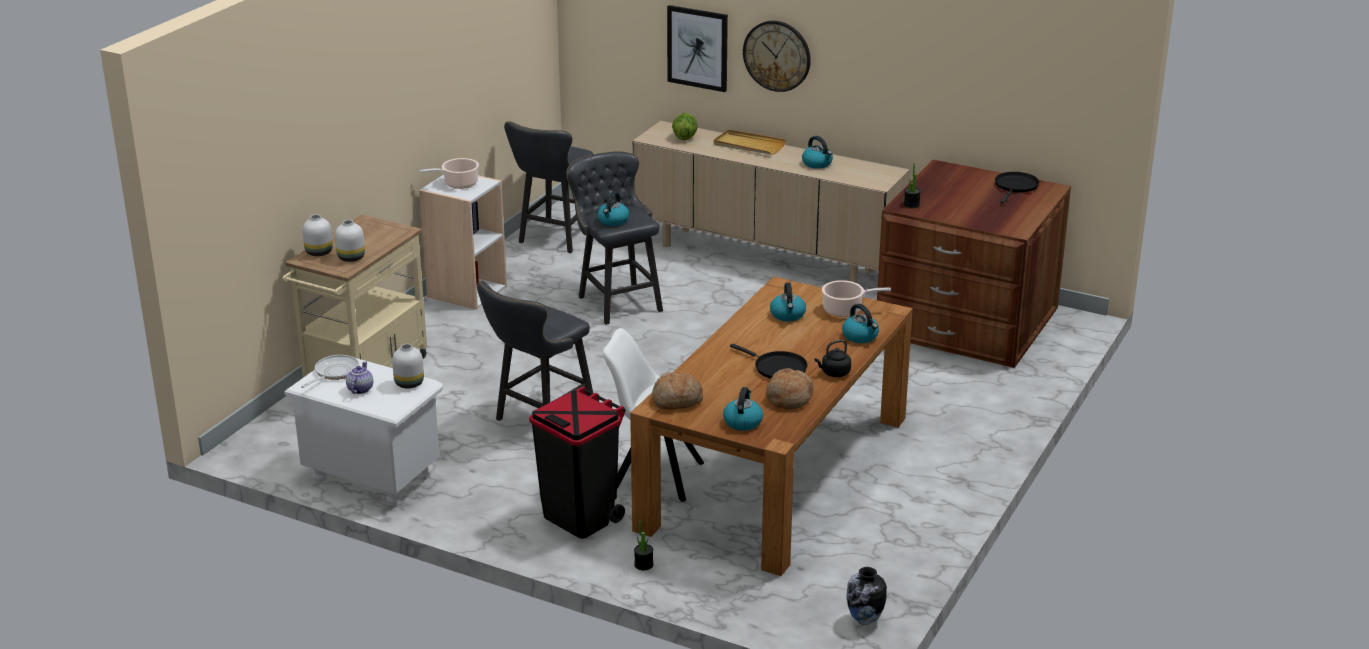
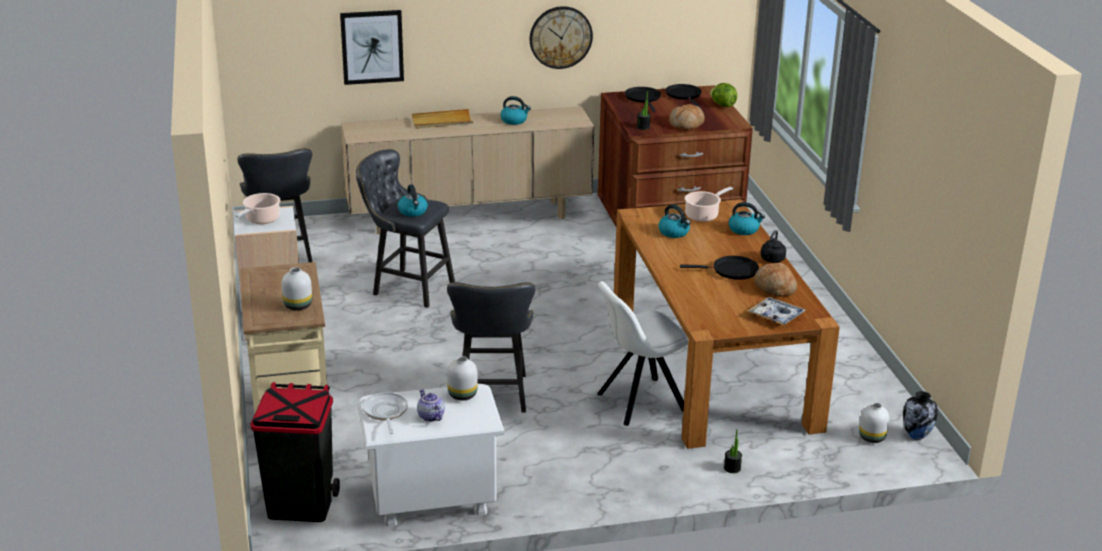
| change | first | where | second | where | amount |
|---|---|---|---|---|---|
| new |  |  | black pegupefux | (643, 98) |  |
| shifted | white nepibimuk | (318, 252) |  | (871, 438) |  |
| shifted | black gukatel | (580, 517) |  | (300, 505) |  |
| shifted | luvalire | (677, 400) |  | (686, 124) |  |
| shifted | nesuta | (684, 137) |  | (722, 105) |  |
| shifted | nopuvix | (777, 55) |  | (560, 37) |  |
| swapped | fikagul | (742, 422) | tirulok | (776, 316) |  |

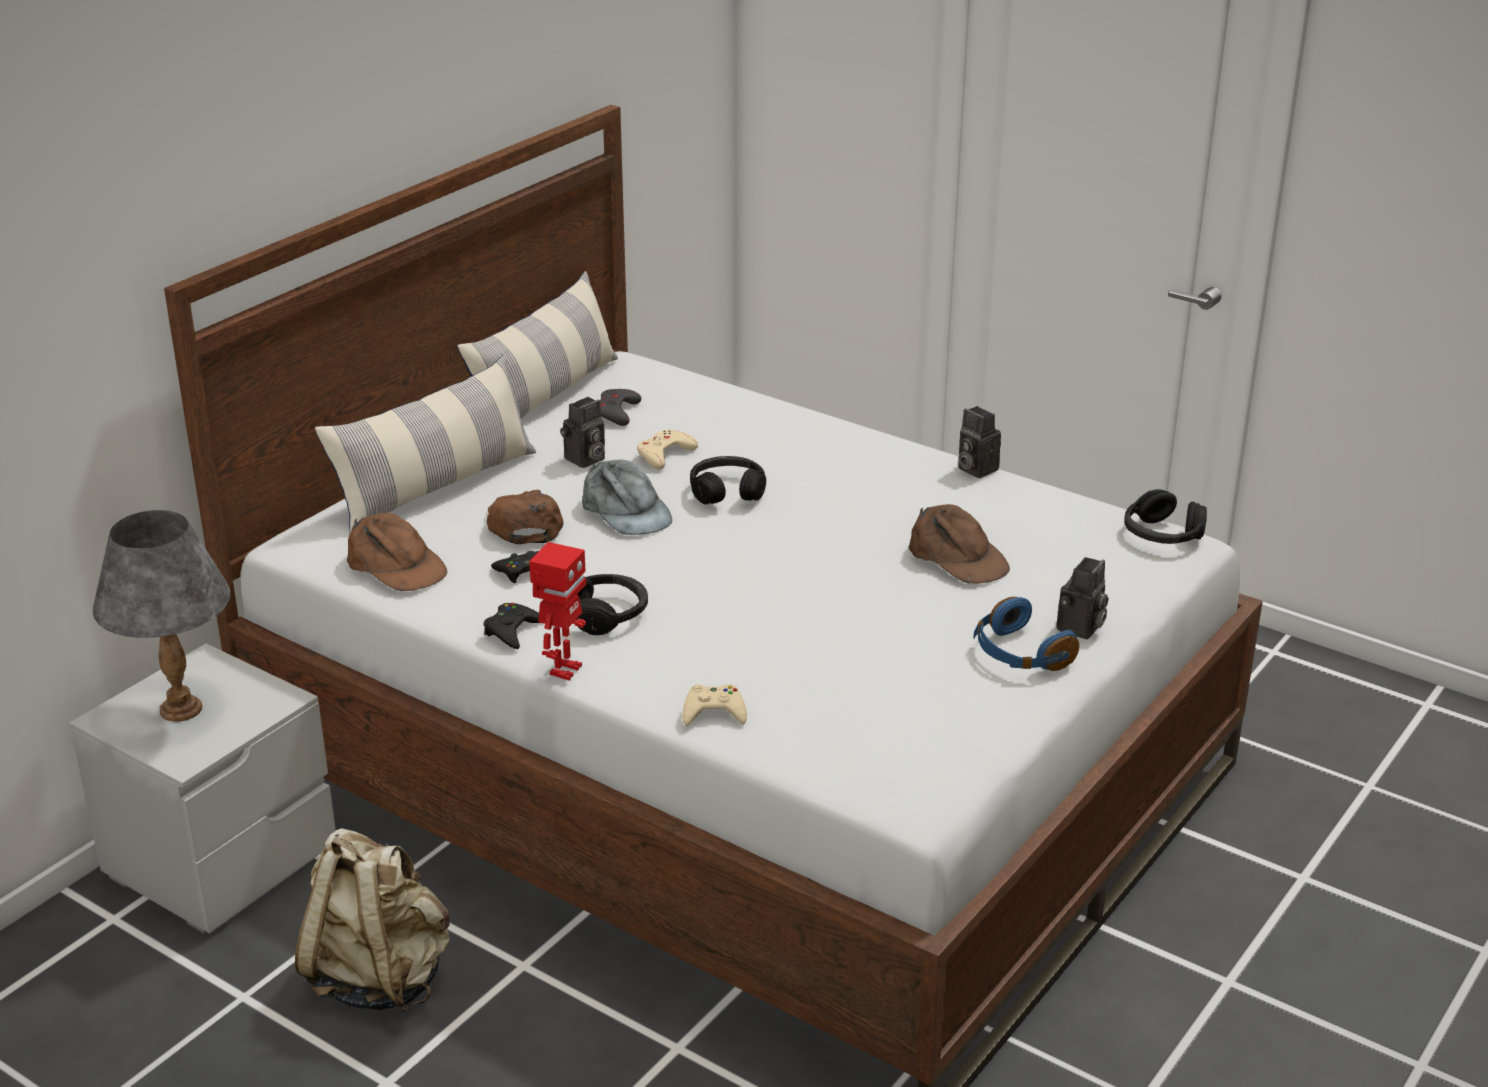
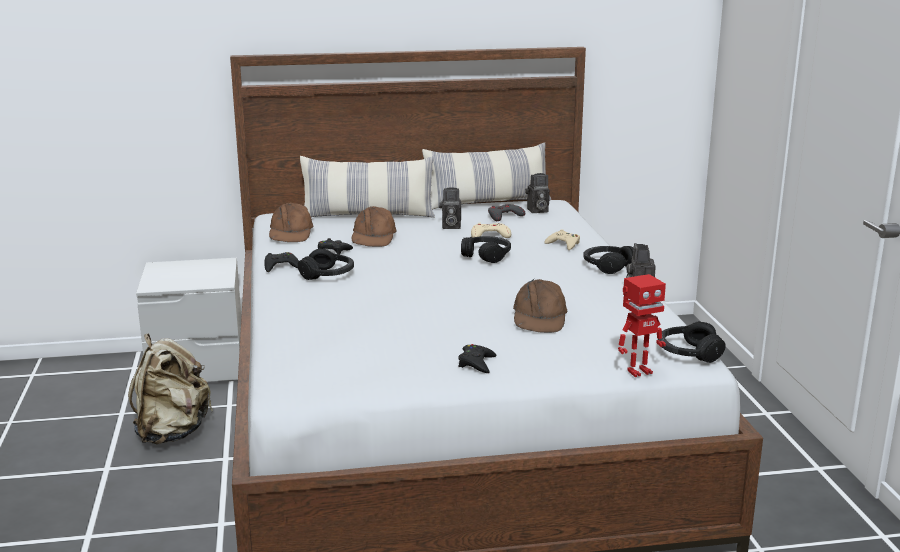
| change | first | where | second | where | amount |
|---|---|---|---|---|---|
| gone | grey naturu | (180, 709) |  |  |  |
| gone | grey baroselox | (625, 511) |  |  |  |
| new |  |  | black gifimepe | (608, 266) |  |
| shifted | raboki | (563, 670) |  | (638, 371) |  |
| shifted | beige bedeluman | (714, 712) |  | (563, 244) |  |
| shifted | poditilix | (1080, 629) |  | (537, 211) |  |
| swapped | blue gifimepe | (1019, 654) | black bedeluman | (476, 363) |  |
| rotated | brown baroselox | (524, 522) |  | (373, 237) | 150 degrees clockwise |

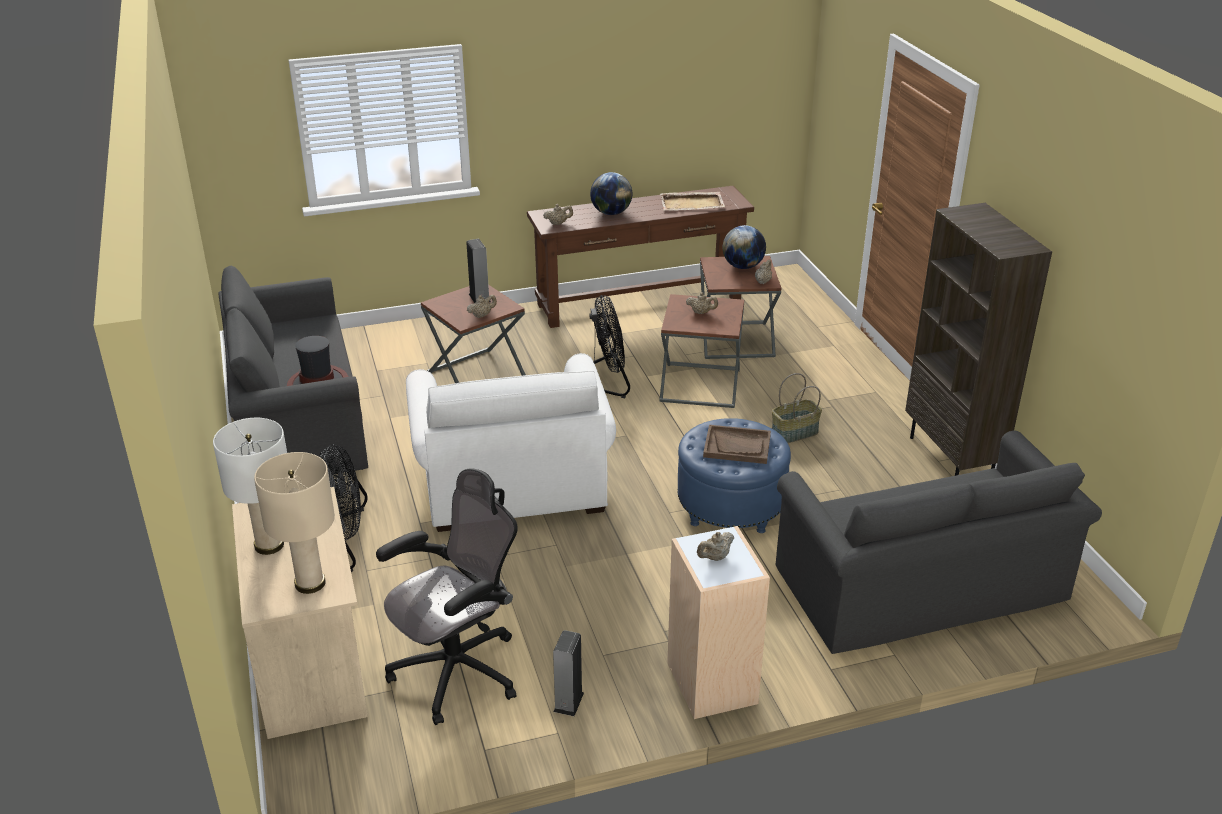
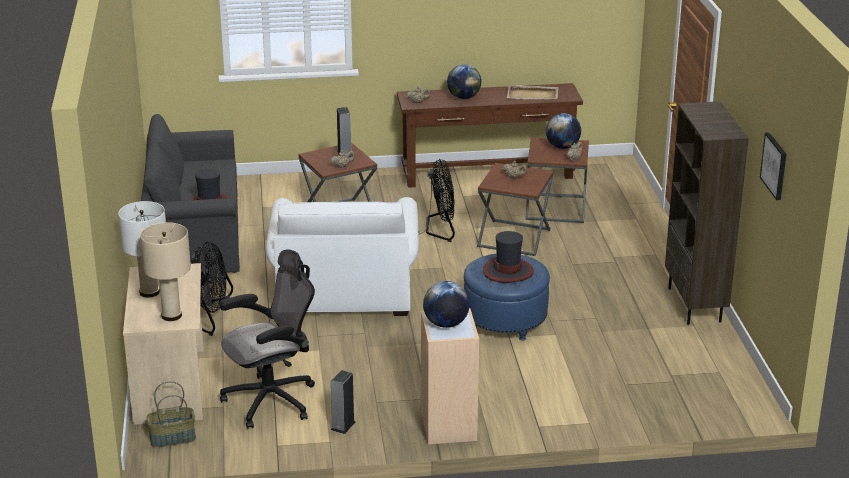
| change | first | where | second | where | amount |
|---|---|---|---|---|---|
| gone | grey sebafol | (920, 585) |  |  |  |
| new |  |  | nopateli | (775, 165) |  |
| shifted | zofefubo | (794, 434) |  | (172, 439) |  |
| swapped | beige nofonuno | (715, 557) | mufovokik | (446, 324) |  |
| swapped | brown tirulok | (737, 446) | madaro | (508, 271) |  |

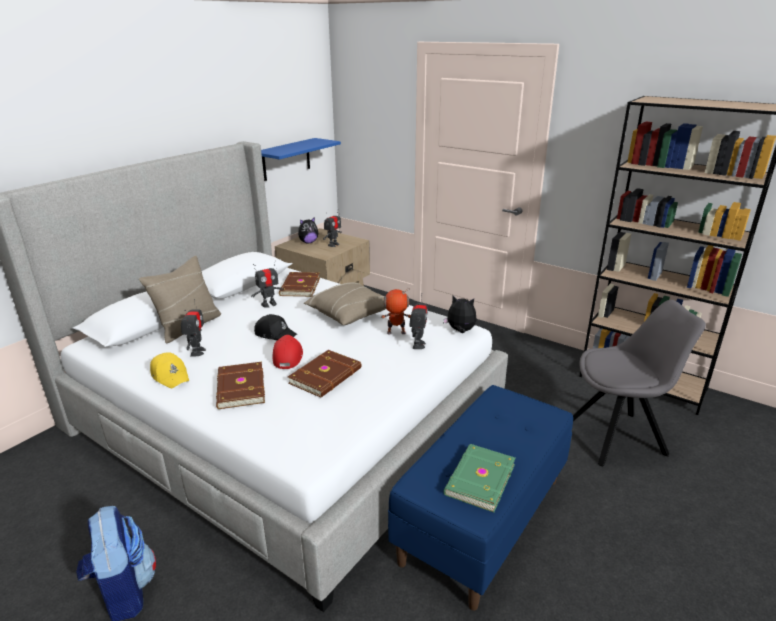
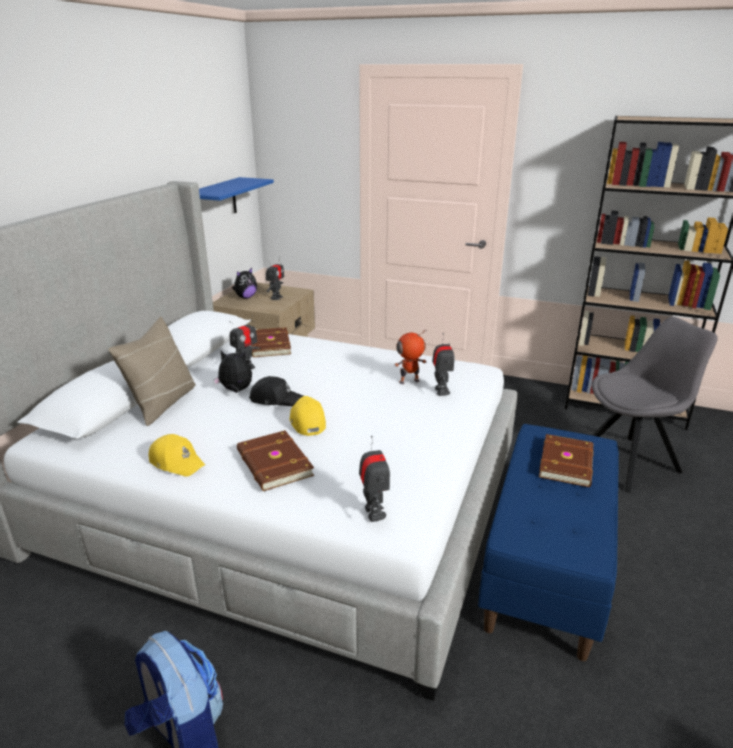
| change | first | where | second | where | amount |
|---|---|---|---|---|---|
| gone | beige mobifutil | (350, 314) |  |  |  |
| gone | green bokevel | (478, 479) |  |  |  |
| shifted | raboki | (197, 352) |  | (374, 512) |  |
| shifted | brown bokevel | (326, 376) |  | (567, 463) |  |
| shifted | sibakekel | (460, 331) |  | (236, 391) |  |
| repainted | red baroselox | (287, 356) | yellow baroselox | (307, 421) |  |

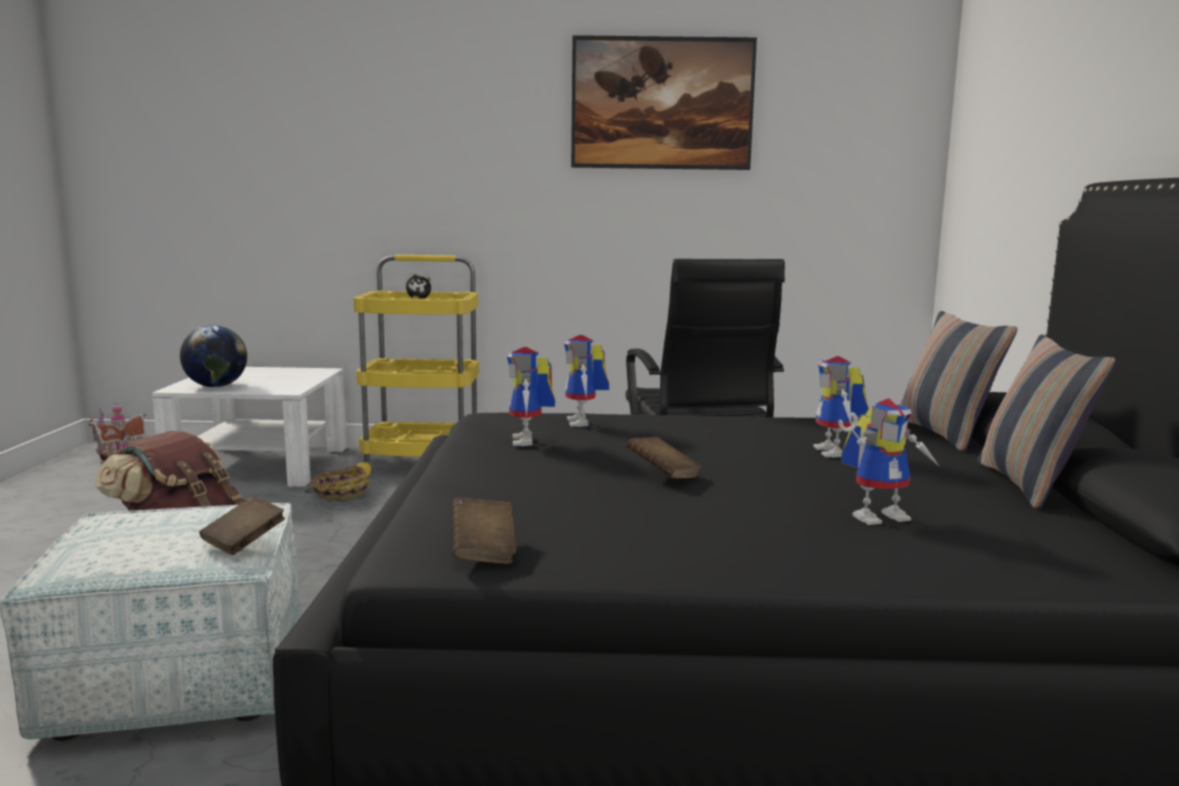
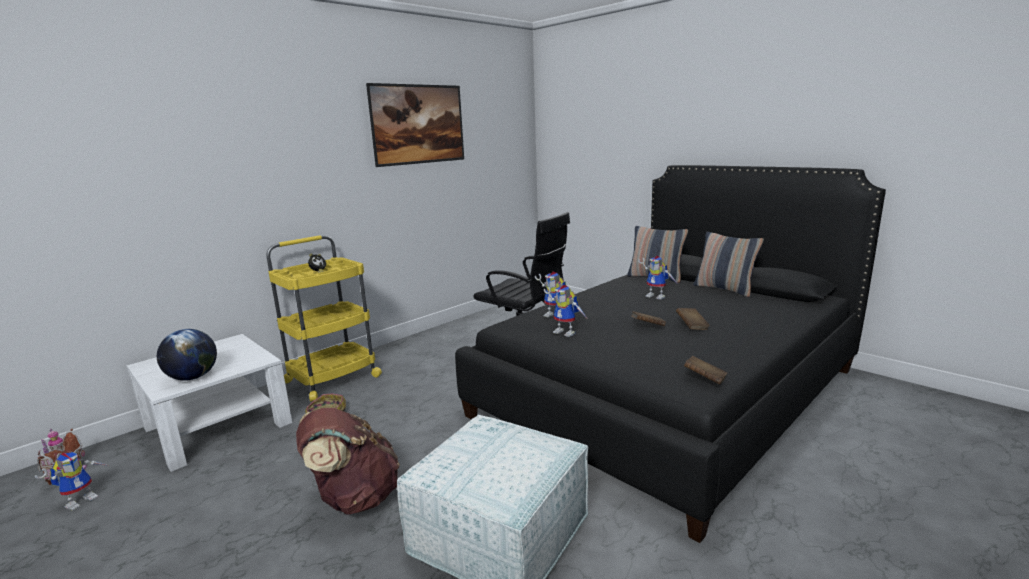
| change | first | where | second | where | amount |
|---|---|---|---|---|---|
| shifted | brown bokevel | (244, 542) |  | (692, 326) |  |
| shifted | raboki | (880, 515) |  | (82, 499) |  |

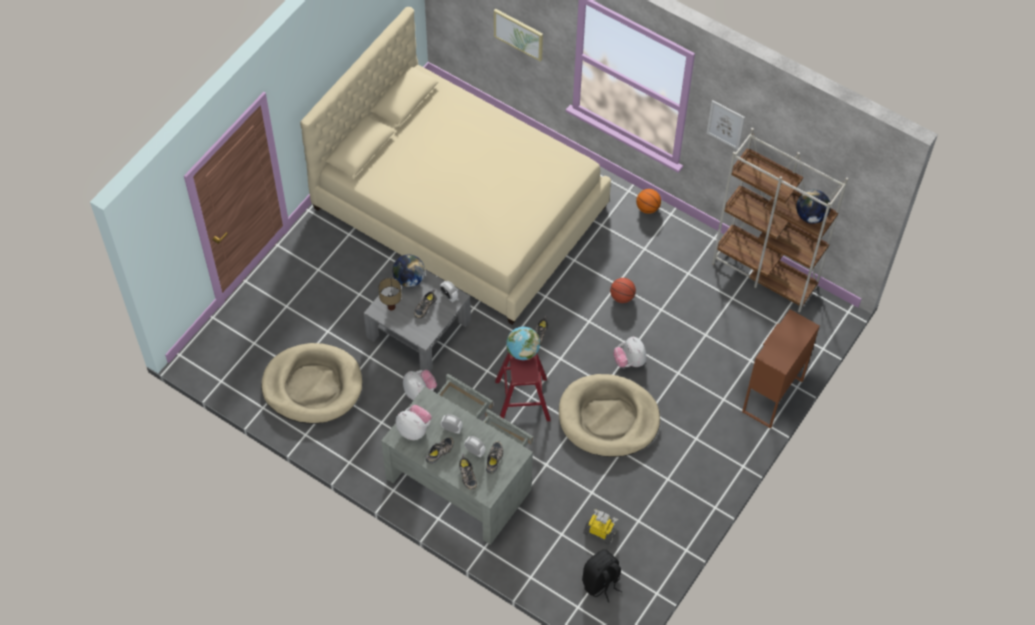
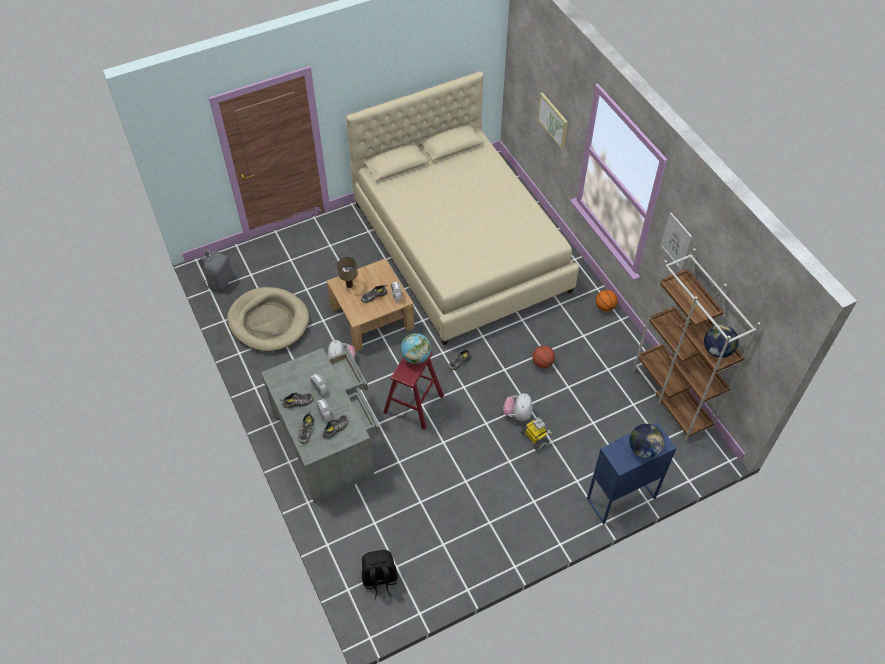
| change | first | where | second | where | amount |
|---|---|---|---|---|---|
| gone | sibakekel | (414, 429) |  |  |  |
| gone | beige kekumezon | (608, 418) |  |  |  |
| new |  |  | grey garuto | (219, 281) |  |
| shifted | mufovokik | (409, 279) |  | (643, 449) |  |
| shifted | raboki | (600, 532) |  | (535, 438) |  |
| repainted | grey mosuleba | (418, 329) | brown mosuleba | (372, 317) |  |
| repainted | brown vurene | (771, 396) | blue vurene | (619, 498) |  |

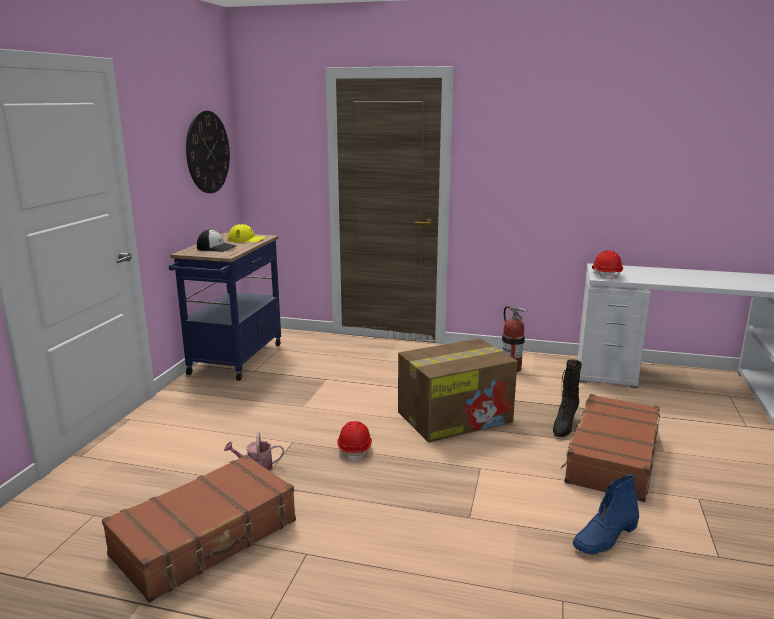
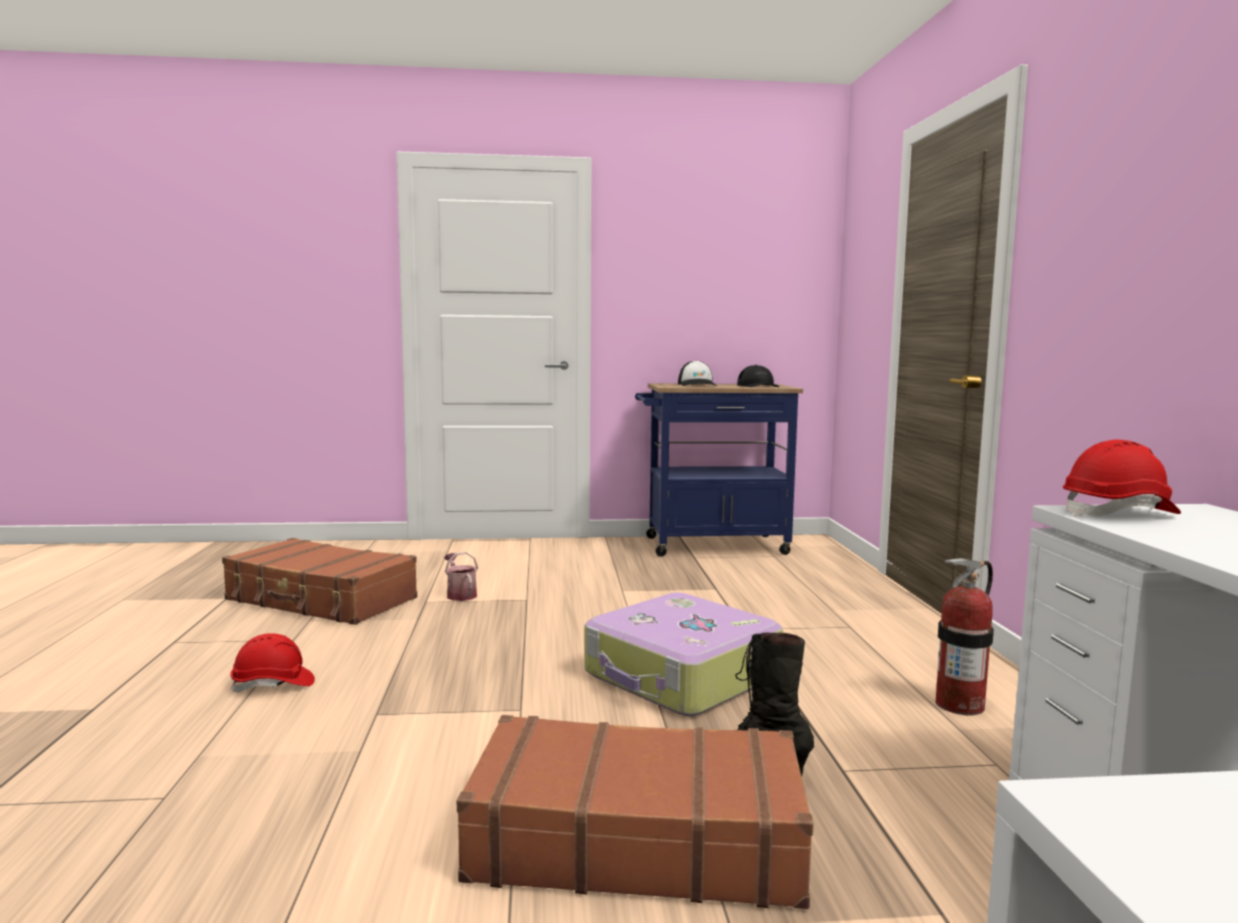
| change | first | where | second | where | amount |
|---|---|---|---|---|---|
| gone | nopuvix | (207, 152) |  |  |  |
| gone | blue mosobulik | (605, 537) |  |  |  |
| shifted | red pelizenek | (355, 449) |  | (273, 685) |  |
| swapped | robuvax | (455, 417) | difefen | (681, 676) |  |
| repainted | yellow baroselox | (247, 239) | black baroselox | (758, 386) |  |

